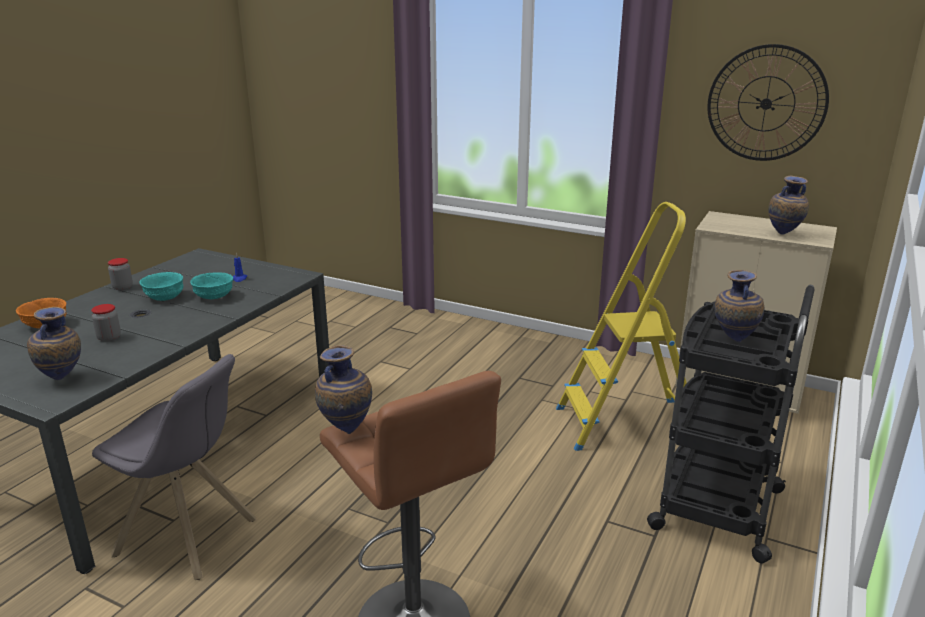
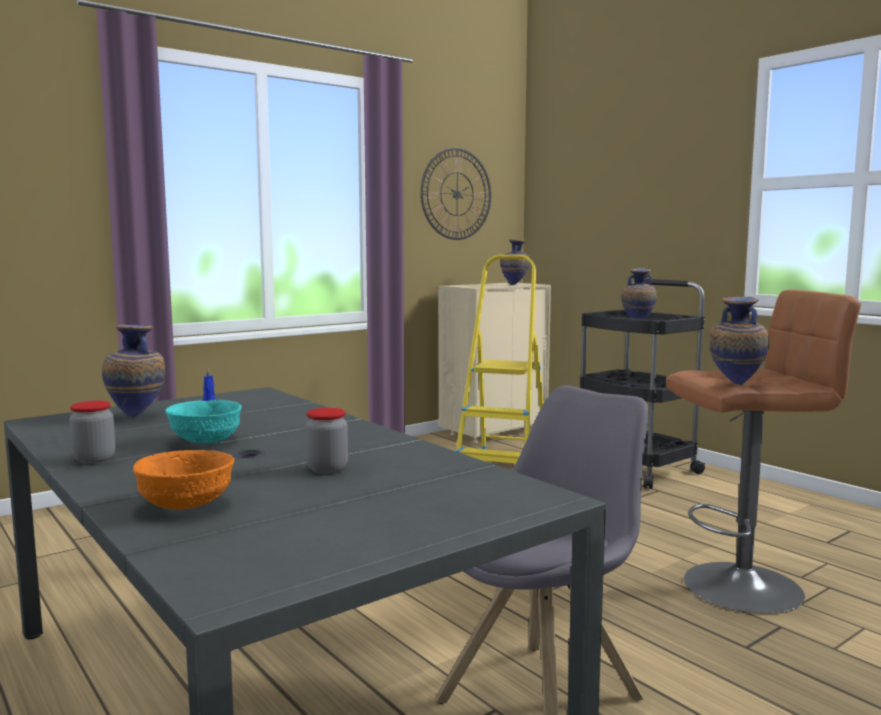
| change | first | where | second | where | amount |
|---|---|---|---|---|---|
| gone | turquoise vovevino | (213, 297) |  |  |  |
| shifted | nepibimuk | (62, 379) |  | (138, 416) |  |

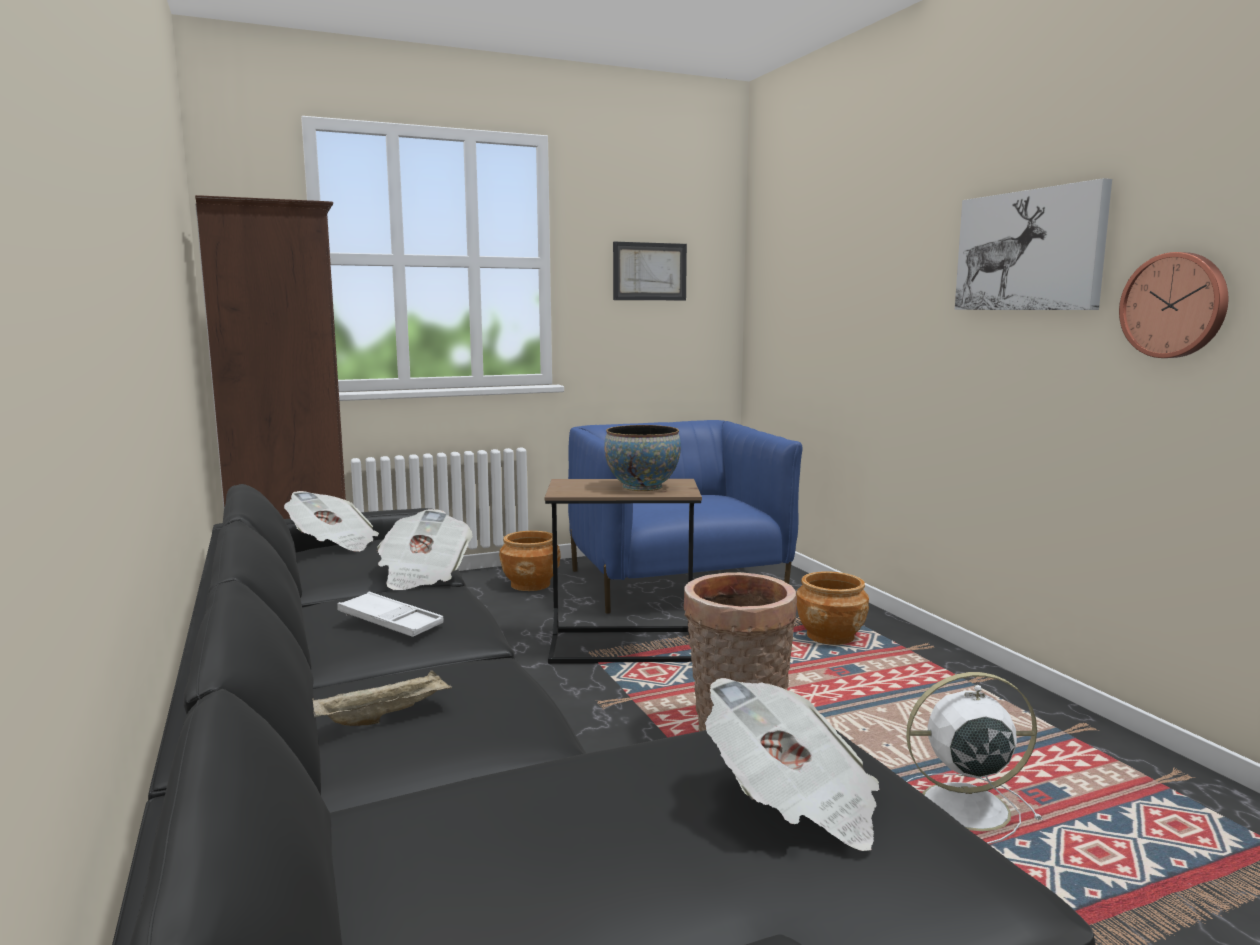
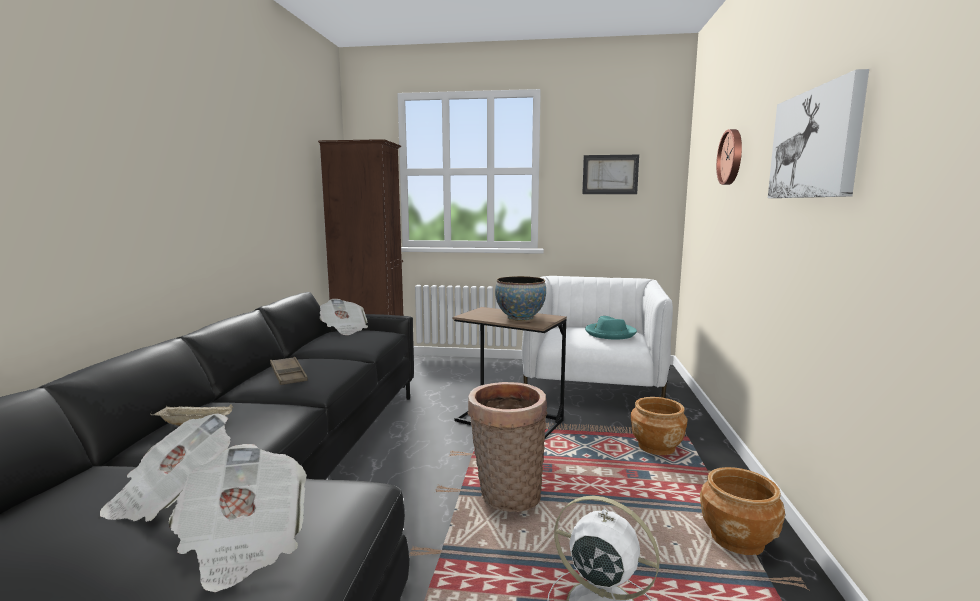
| change | first | where | second | where | amount |
|---|---|---|---|---|---|
| new |  |  | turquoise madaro | (610, 333) |  |
| shifted | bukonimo | (423, 575) |  | (172, 494) |  |
| shifted | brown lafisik | (531, 584) |  | (737, 539) |  |
| shifted | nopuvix | (1175, 305) |  | (732, 157) |  |
| repainted | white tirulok | (390, 622) | brown tirulok | (288, 375) |  |
| repainted | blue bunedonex | (676, 583) | white bunedonex | (592, 387) |  |

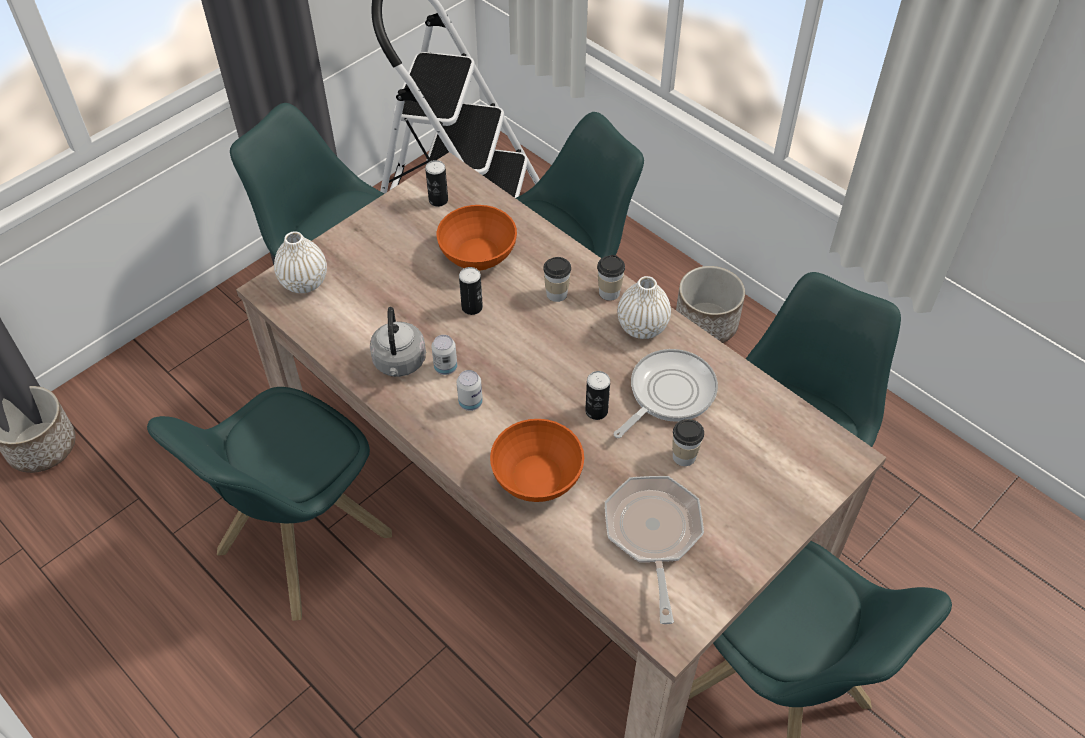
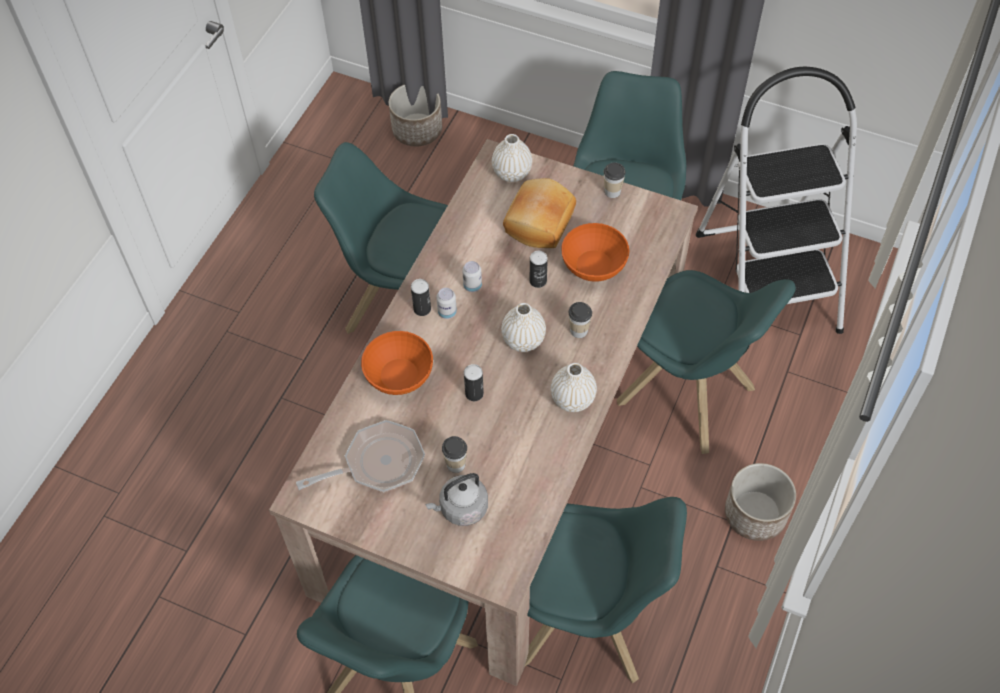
| change | first | where | second | where | amount |
|---|---|---|---|---|---|
| gone | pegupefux | (668, 393) |  |  |  |
| new |  |  | white nepibimuk | (523, 340) |  |
| new |  |  | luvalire | (537, 222) |  |
| shifted | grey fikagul | (399, 363) |  | (461, 508) |  |
| shifted | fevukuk | (438, 200) |  | (422, 309) |  |
| shifted | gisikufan | (609, 293) |  | (612, 191) |  |

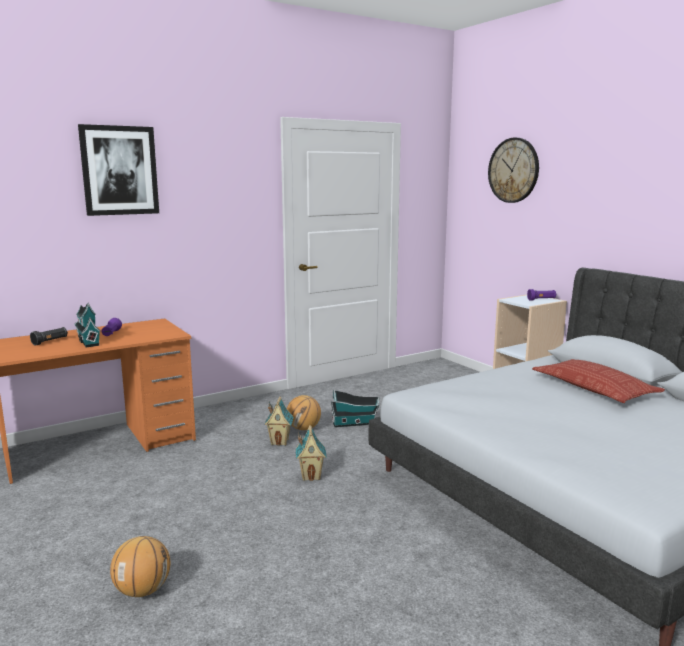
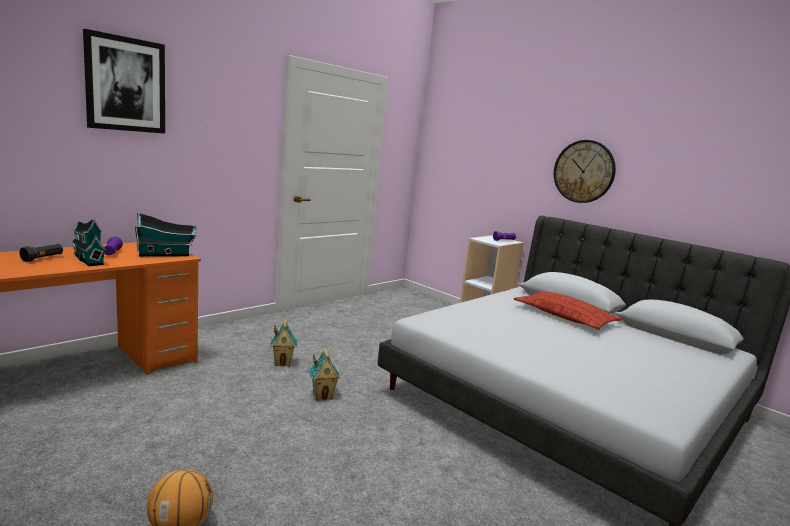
| change | first | where | second | where | amount |
|---|---|---|---|---|---|
| gone | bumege | (304, 428) |  |  |  |
| shifted | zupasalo | (355, 423) |  | (166, 255) |  |
| shifted | nopuvix | (513, 170) |  | (584, 171) |  |

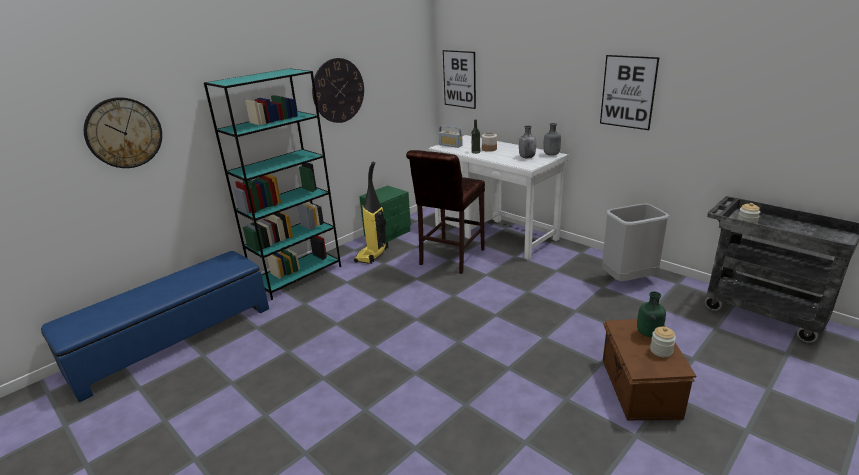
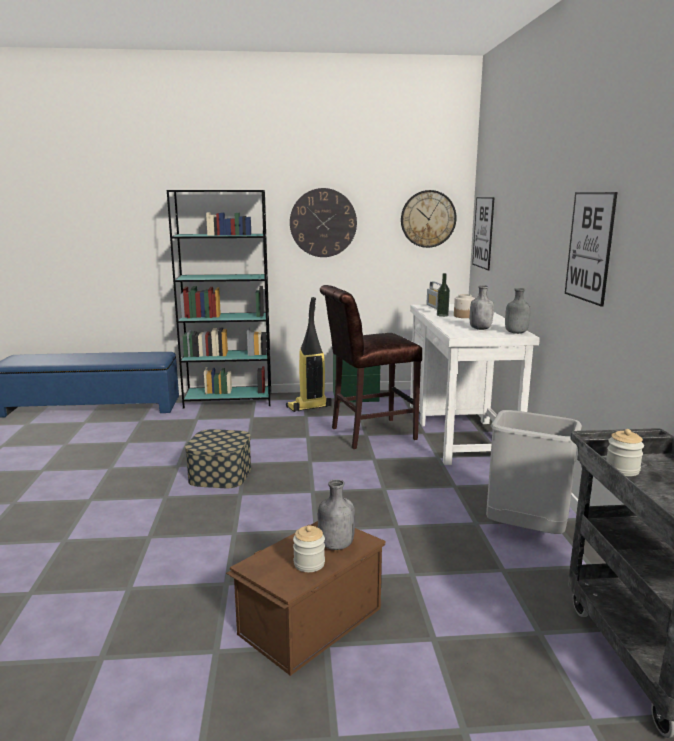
| change | first | where | second | where | amount |
|---|---|---|---|---|---|
| new |  |  | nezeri | (220, 474) |  |
| shifted | nopuvix | (124, 133) |  | (428, 219) |  |
| repainted | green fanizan | (648, 334) | grey fanizan | (335, 545) |  |

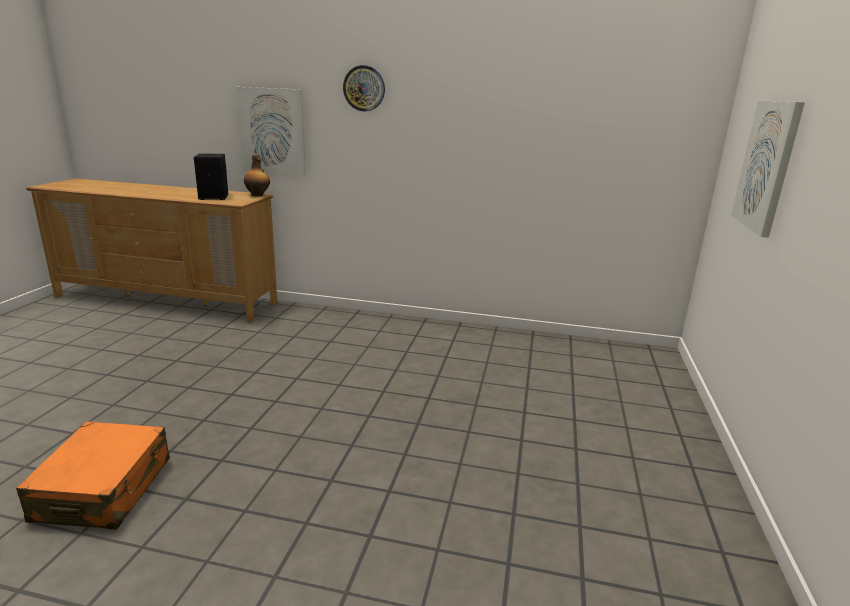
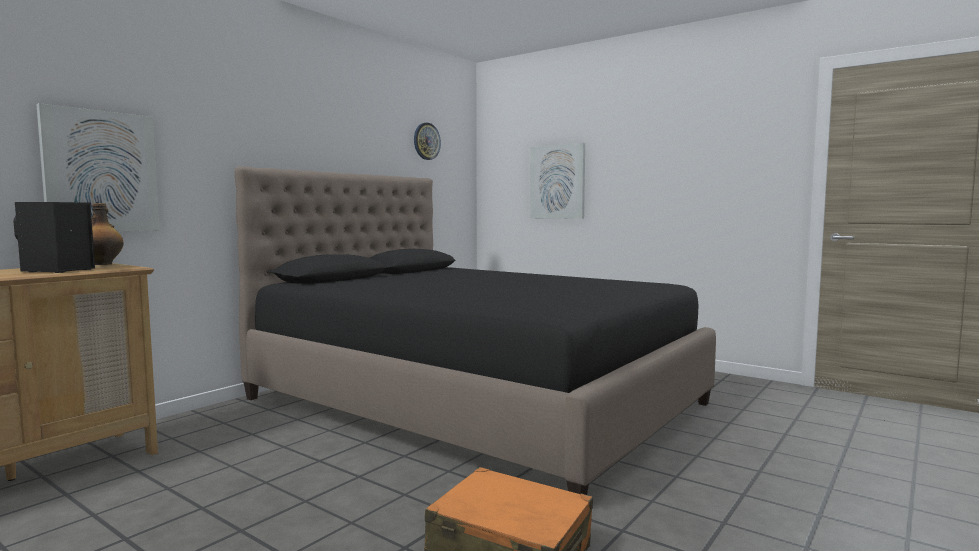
| change | first | where | second | where | amount |
|---|---|---|---|---|---|
| new |  |  | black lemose | (474, 401) |  |
| shifted | nopuvix | (364, 88) |  | (426, 141) |  |

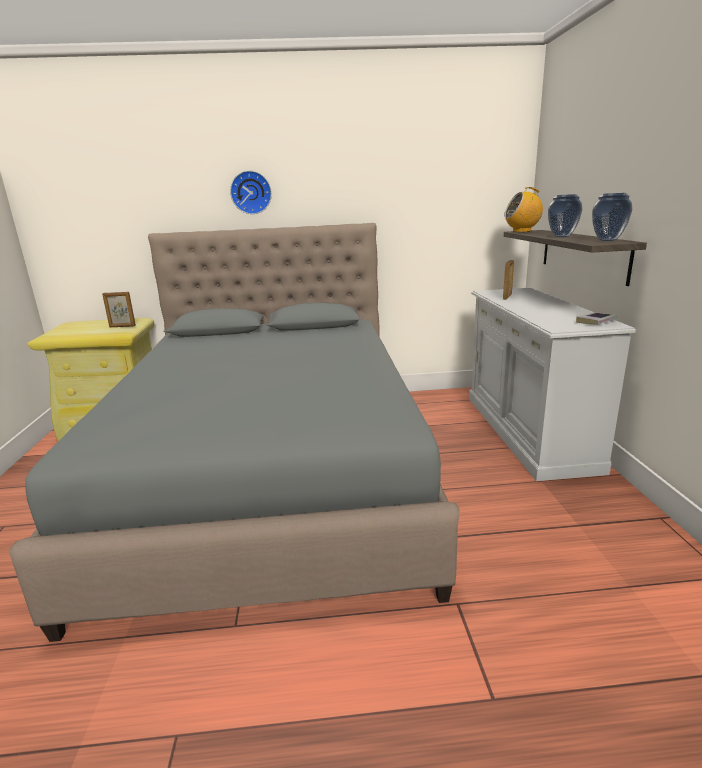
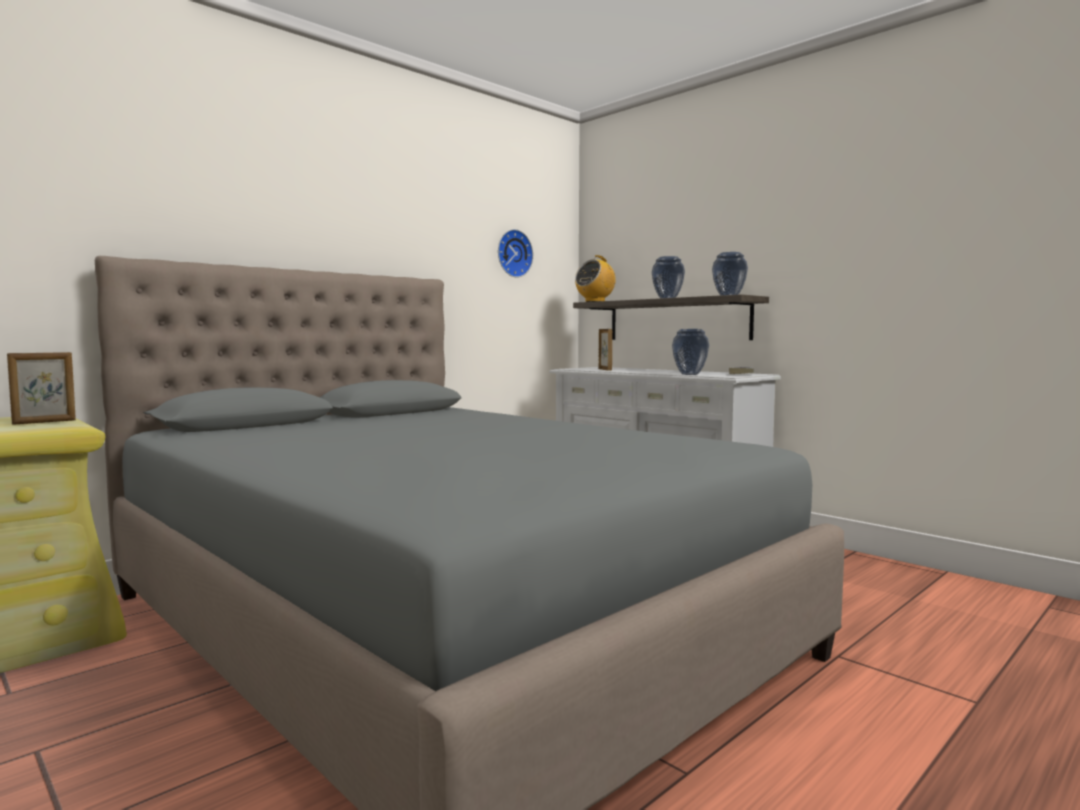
| change | first | where | second | where | amount |
|---|---|---|---|---|---|
| new |  |  | nepibimuk | (690, 374) |  |
| shifted | nopuvix | (251, 192) |  | (513, 253) |  |

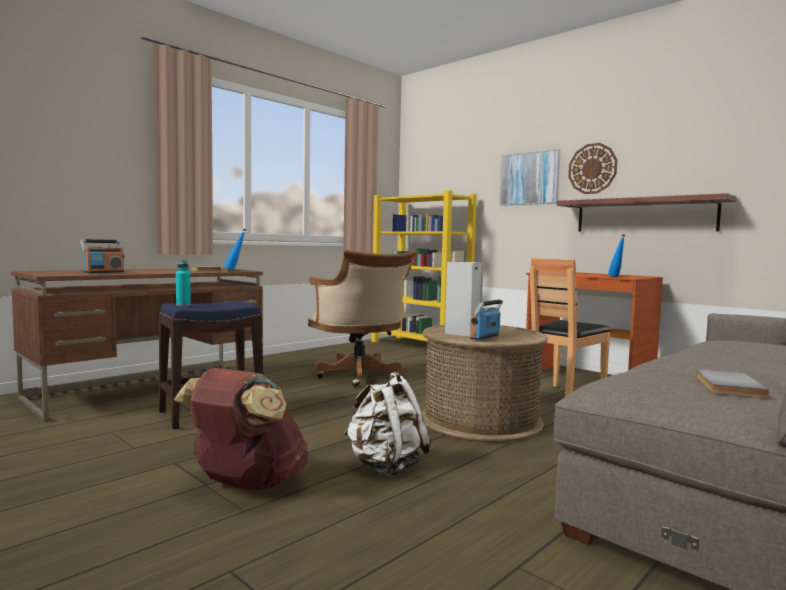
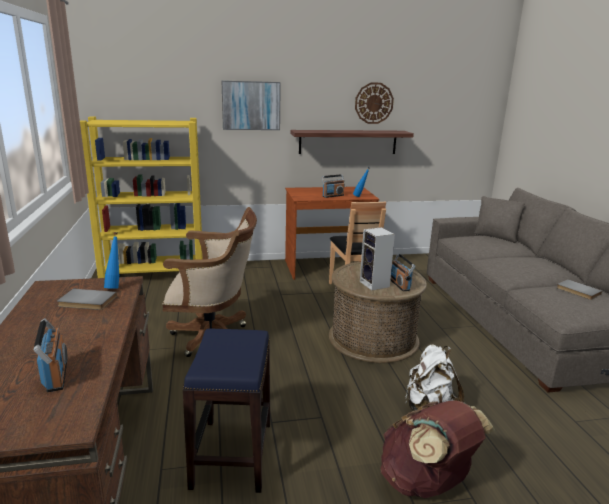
| change | first | where | second | where | amount |
|---|---|---|---|---|---|
| gone | turquoise fanizan | (183, 305) |  |  |  |
| new |  |  | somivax | (333, 196) |  |
| shifted | nopuvix | (592, 168) |  | (374, 103) |  |

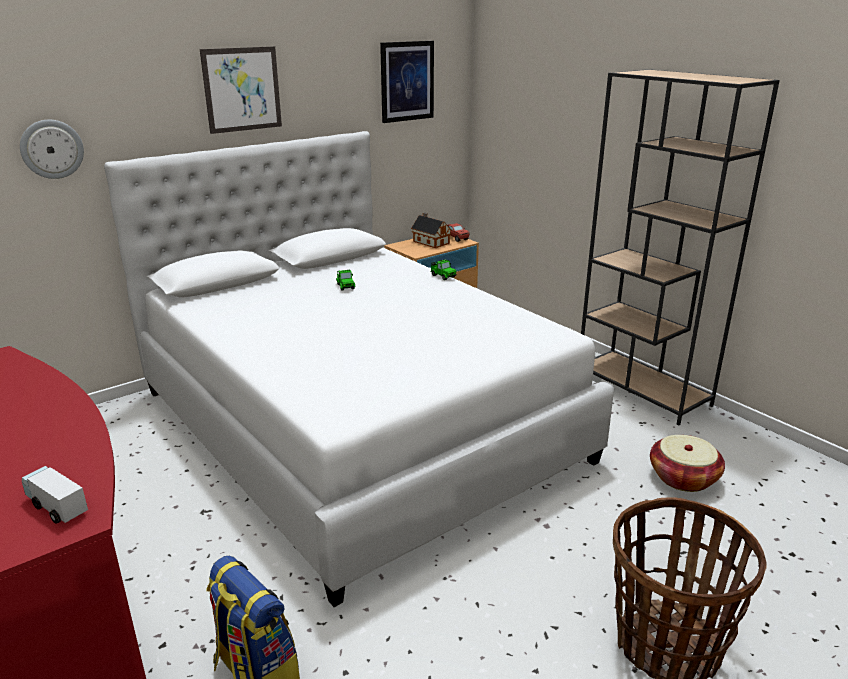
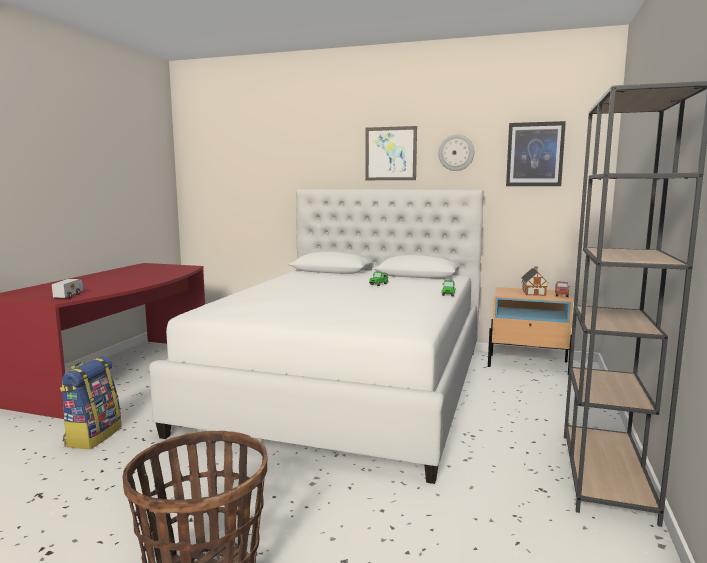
| change | first | where | second | where | amount |
|---|---|---|---|---|---|
| gone | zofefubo | (683, 478) |  |  |  |
| shifted | nopuvix | (52, 149) |  | (456, 153) |  |

